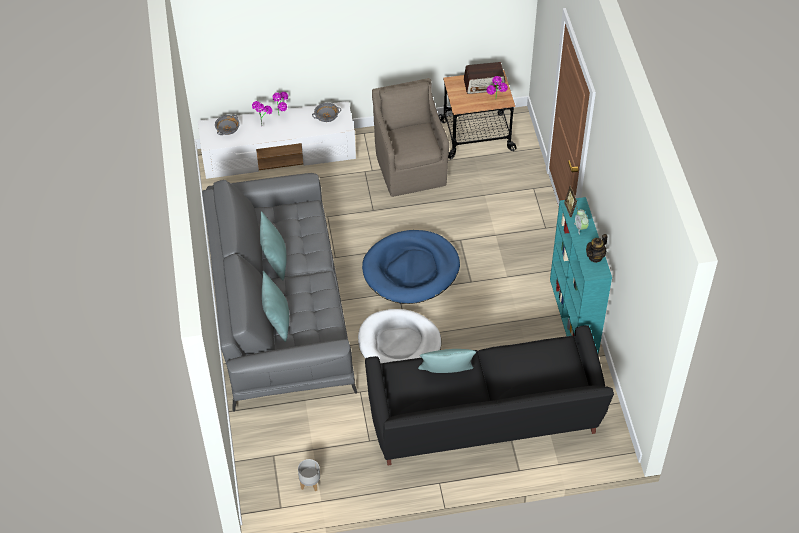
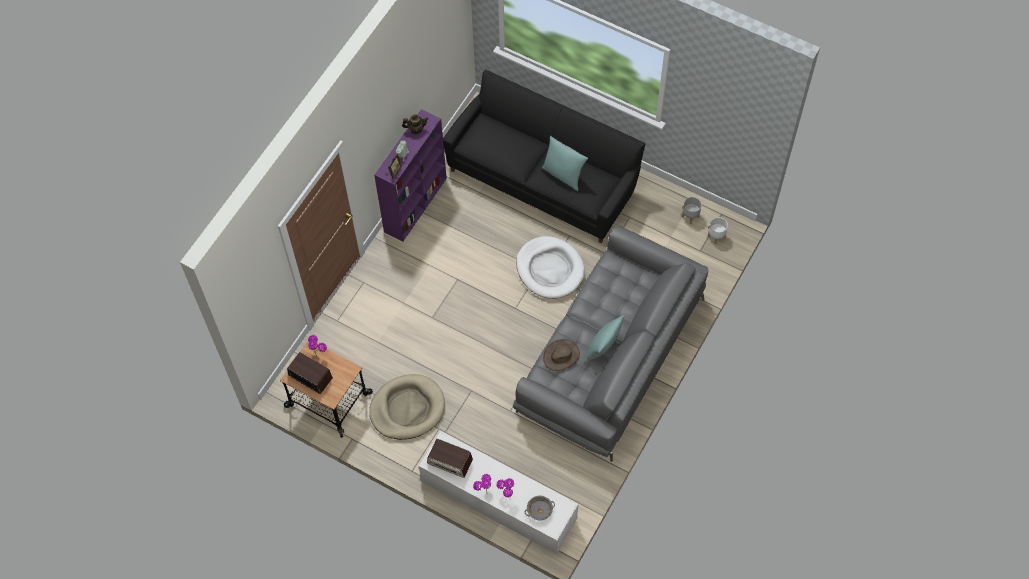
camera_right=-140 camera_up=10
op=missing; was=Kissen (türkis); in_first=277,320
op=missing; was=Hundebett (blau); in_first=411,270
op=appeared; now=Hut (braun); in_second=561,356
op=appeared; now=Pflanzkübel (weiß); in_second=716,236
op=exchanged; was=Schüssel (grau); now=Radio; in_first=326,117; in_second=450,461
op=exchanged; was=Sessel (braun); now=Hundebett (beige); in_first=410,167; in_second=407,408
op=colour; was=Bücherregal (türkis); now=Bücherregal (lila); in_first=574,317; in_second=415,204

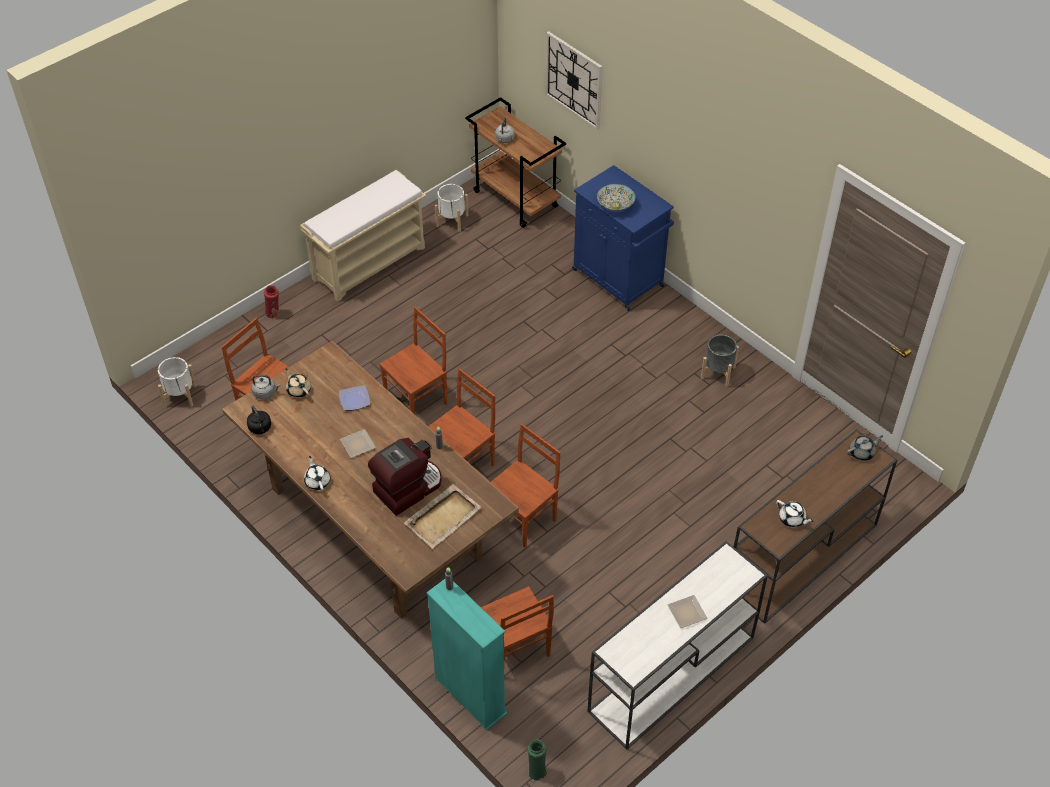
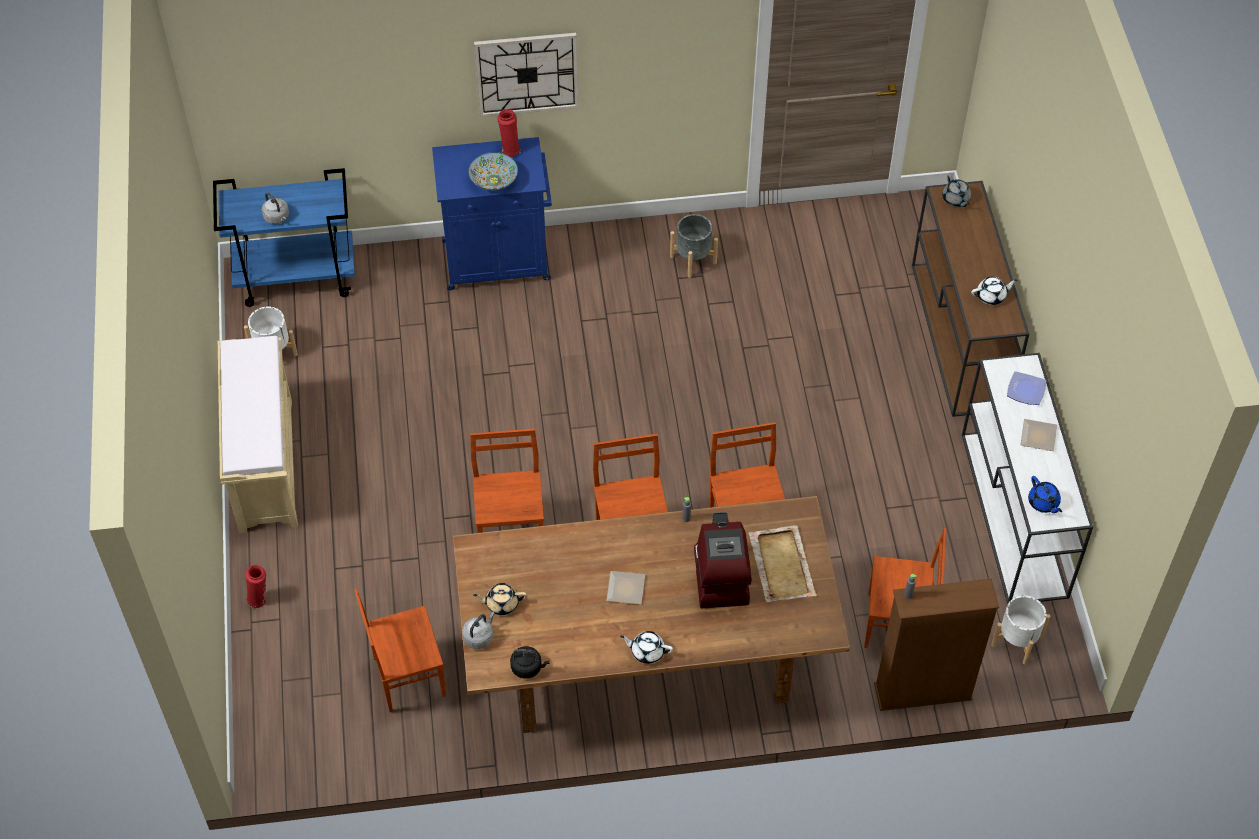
camera_right=-55 camera_up=5
op=missing; was=Vase (grün); in_first=536,770
op=appeared; now=Vase (rot); in_second=509,150
op=appeared; now=Teekanne (blau); in_second=1043,503
op=relocated; was=Pflanzkübel (weiß); in_first=180,395; in_second=1017,641
op=relocated; was=Teller; in_first=355,400; in_second=1026,390
op=relocated; was=Wanduhr; in_first=574,80; in_second=527,73
op=colour; was=Bücherregal (türkis); now=Bücherregal (braun); in_first=470,695; in_second=923,692
op=colour; was=Rollwagen (braun); now=Rollwagen (blau); in_first=516,199; in_second=297,277
op=spun; was=Teekanne (grau); in_first=862,453; in_second=956,199; clockwise=150

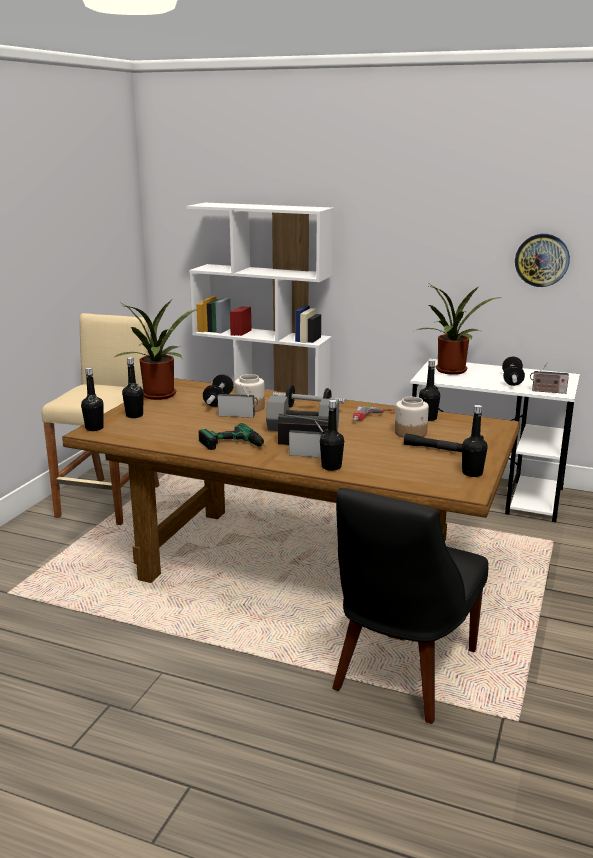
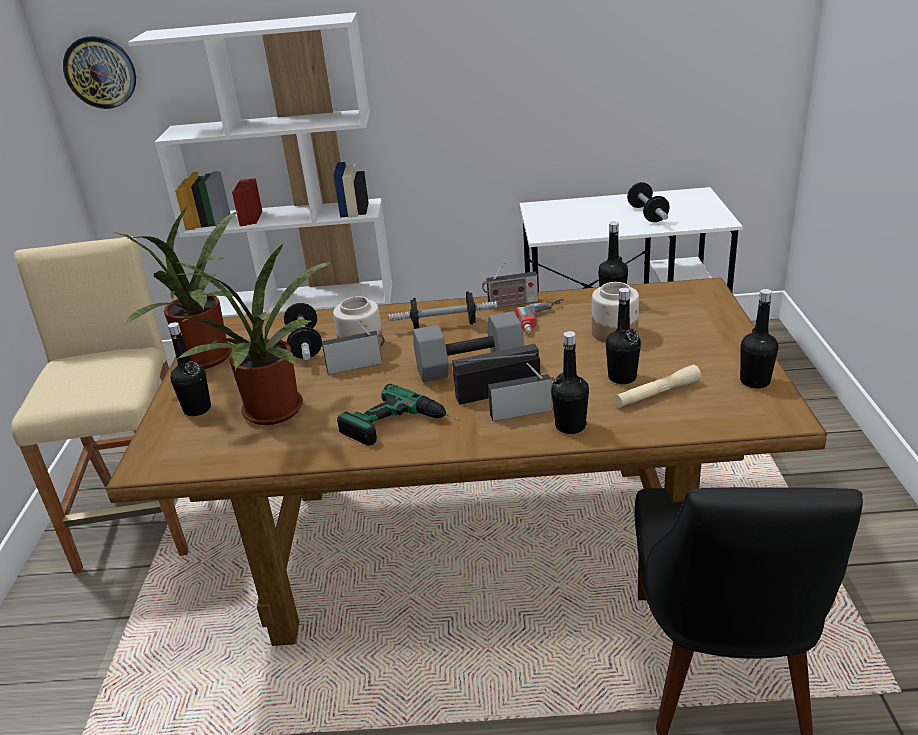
camera_right=-20 camera_up=10
op=missing; was=Taschenlampe (schwarz); in_first=435,449
op=appeared; now=Taschenlampe (beige); in_second=657,394
op=relocated; was=Flasche (schwarz); in_first=94,428; in_second=622,377
op=relocated; was=Topfpflanze; in_first=451,371; in_second=274,414
op=relocated; was=Wanduhr; in_first=542,260; in_second=100,72
op=relocated; was=Radio; in_first=547,391; in_second=510,304

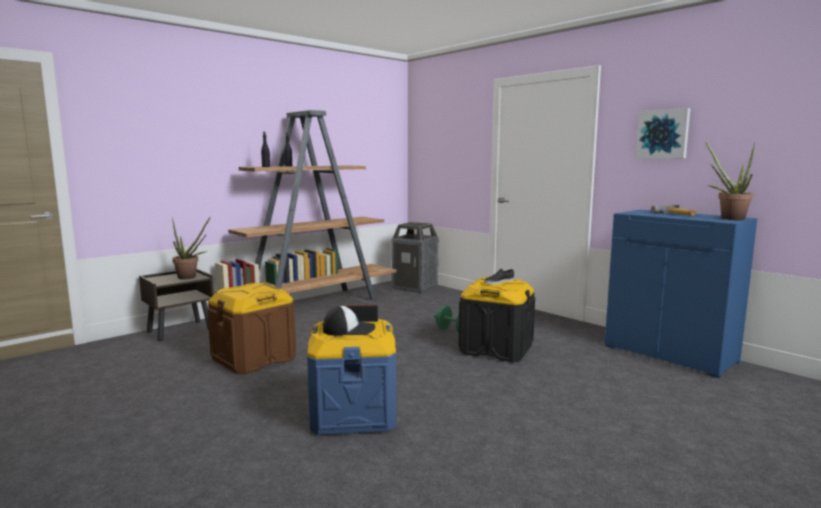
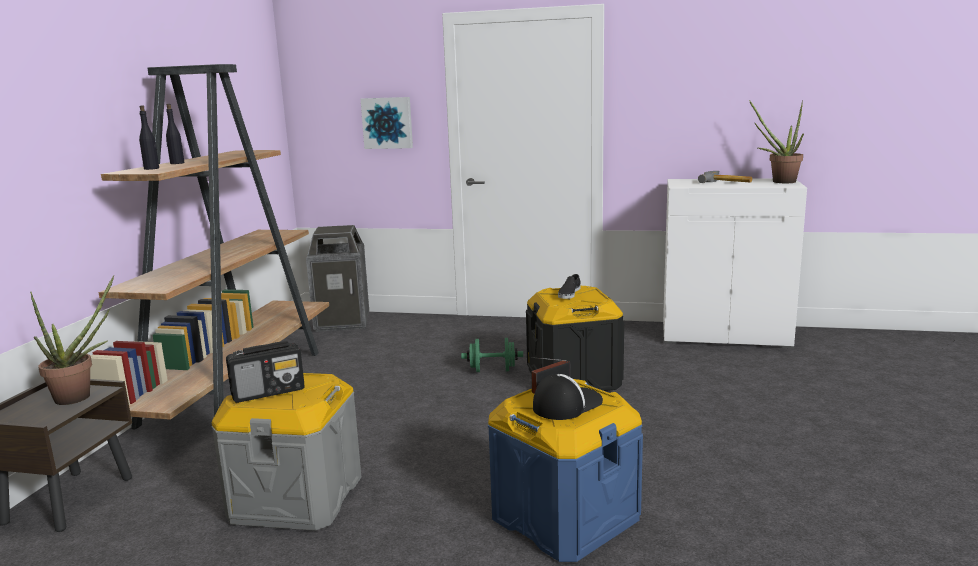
camera_right=-35 camera_up=5
op=appeared; now=Radio; in_second=269,392
op=relocated; was=Bild; in_first=663,134; in_second=387,123
op=colour; was=Aufbewahrungsbox (braun); now=Aufbewahrungsbox (grau); in_first=254,359; in_second=296,498
op=colour; was=Schrank (blau); now=Schrank (weiß); in_first=670,354; in_second=725,335

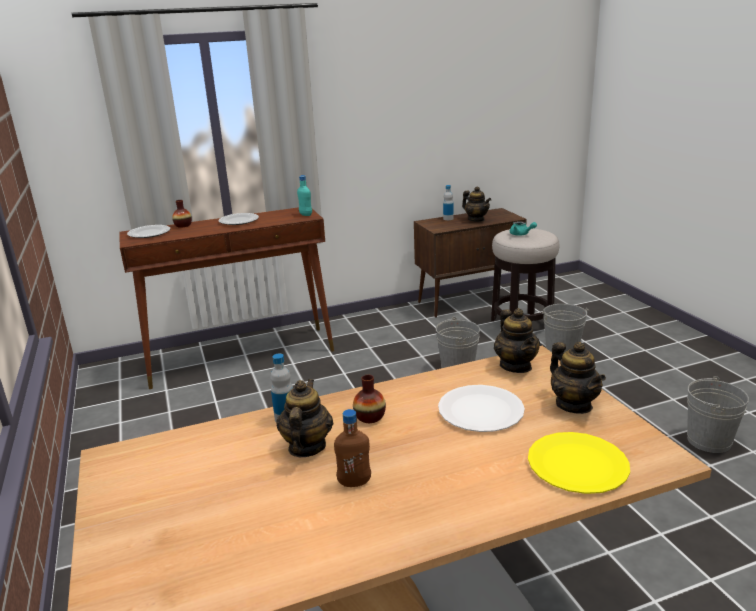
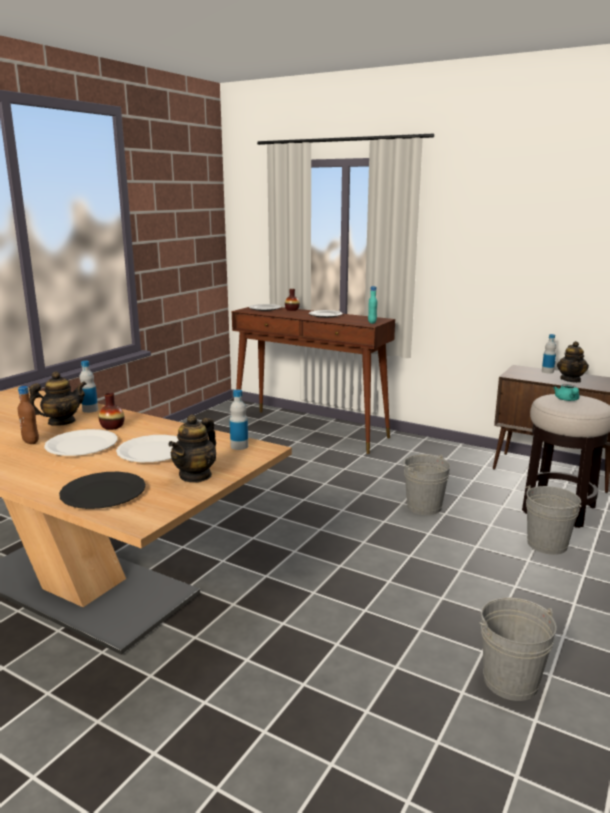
camera_right=50 camera_up=-5
op=appeared; now=Teller (weiß); in_second=82,445
op=exchanged; was=Teekanne; now=Flasche; in_first=516,366; in_second=239,446
op=colour; was=Teller (gelb); now=Teller (schwarz); in_first=578,464; in_second=103,493

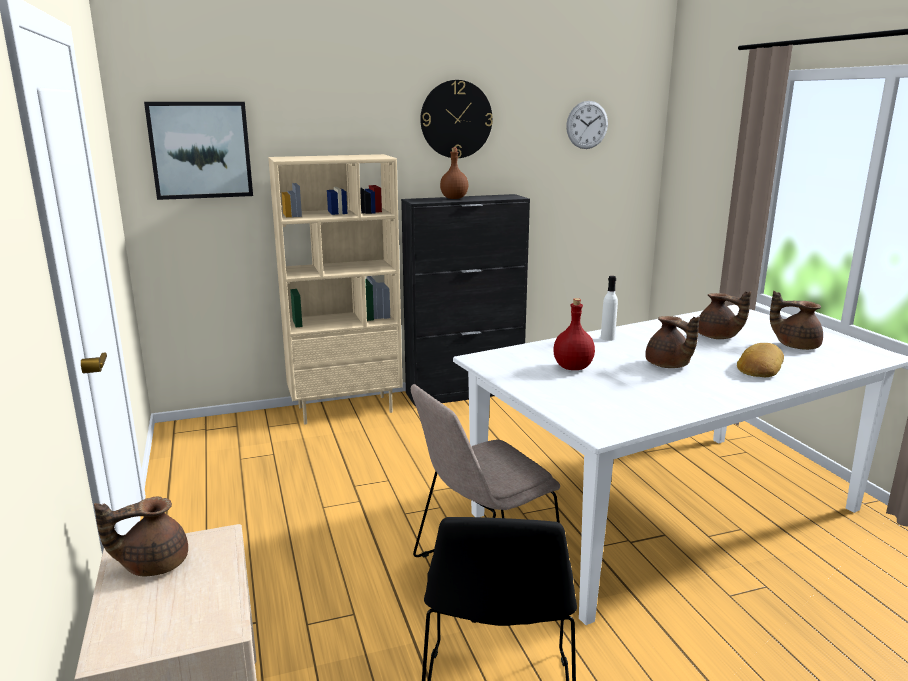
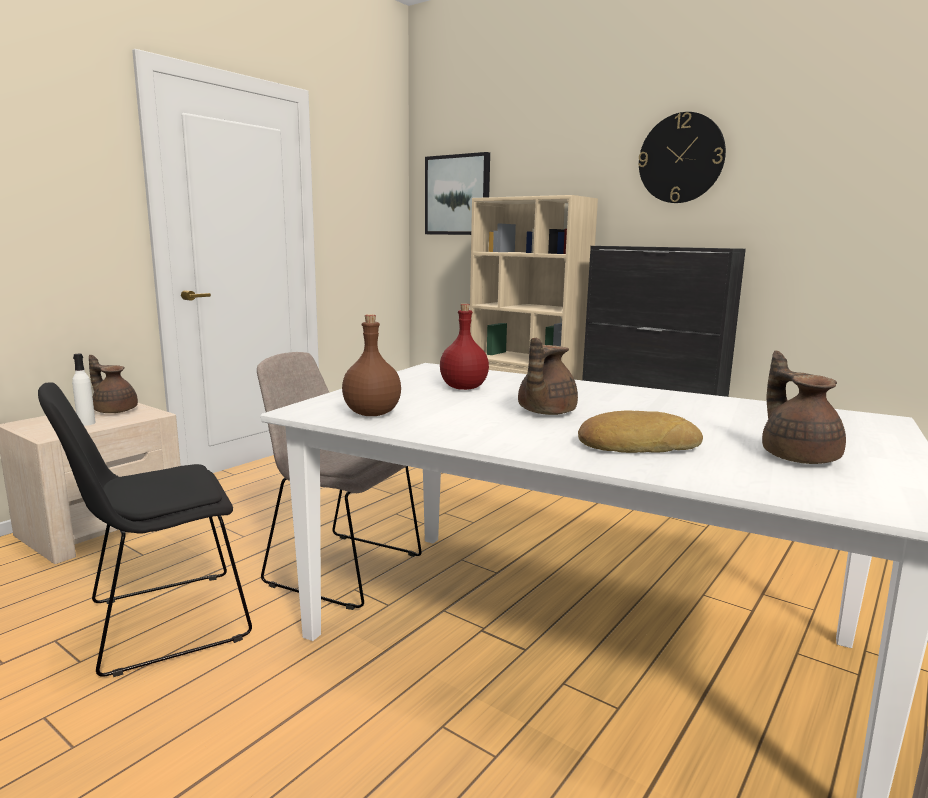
camera_right=55 camera_up=-5
op=missing; was=Wanduhr; in_first=587,125
op=missing; was=Teekanne (braun); in_first=717,337
op=relocated; was=Flasche (braun); in_first=454,198; in_second=371,414
op=relocated; was=Flasche (weiß); in_first=607,338; in_second=86,423

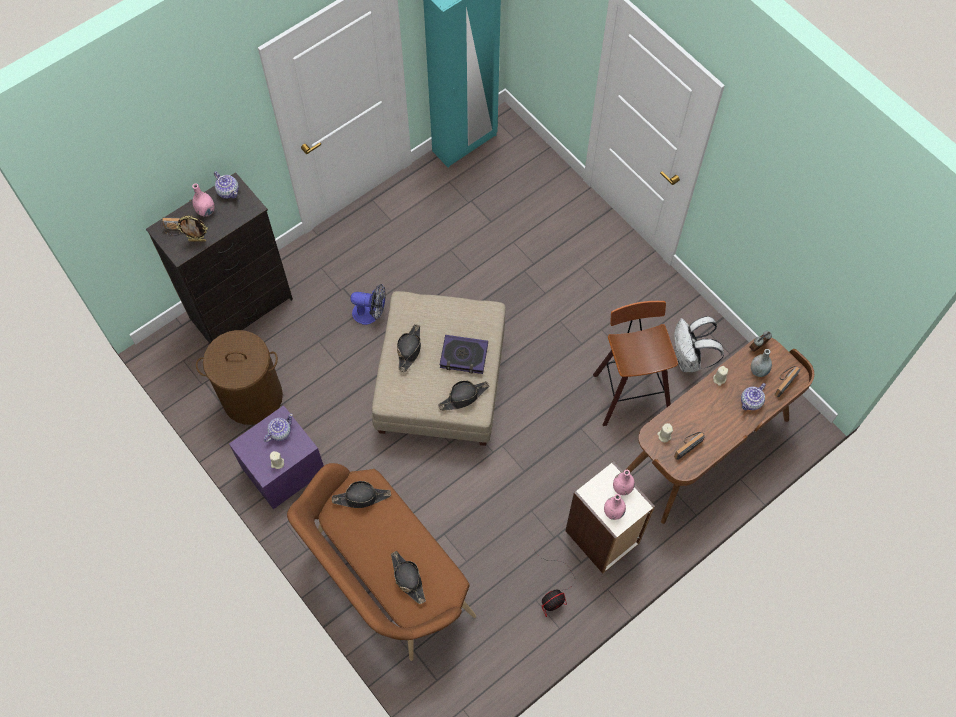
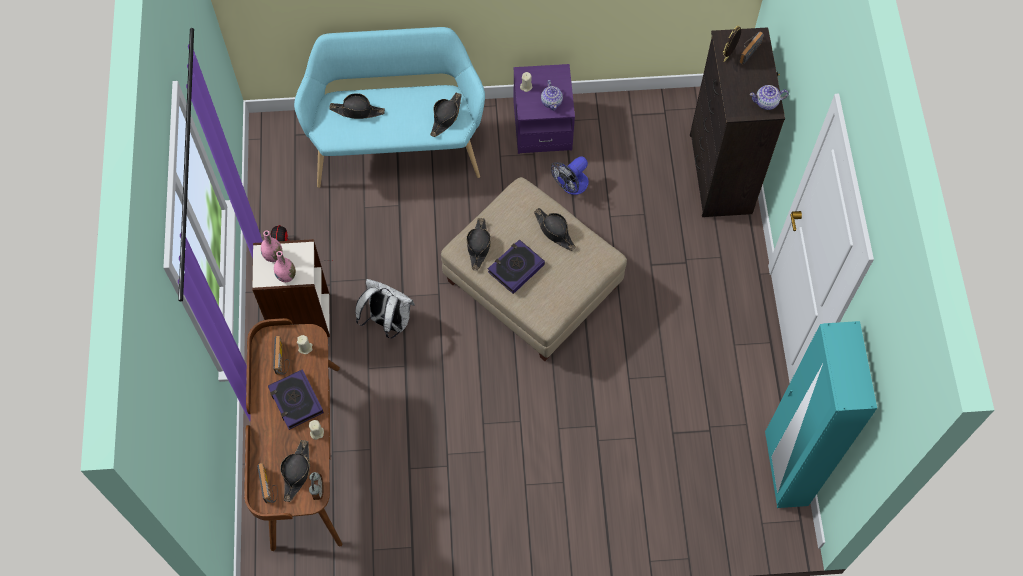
camera_right=125 camera_up=0
op=missing; was=Vase (rosa); in_first=206,211
op=missing; was=Wäschekorb (braun); in_first=252,397
op=missing; was=Hocker; in_first=628,391
op=missing; was=Teekanne; in_first=750,402
op=appeared; now=Buch; in_second=296,401
op=relocated; was=Ventilator; in_first=370,314; in_second=571,186
op=relocated; was=Rucksack (weiß); in_first=689,359; in_second=388,321
op=exchanged; was=Vase (grau); now=Hut (schwarz); in_first=758,371; in_second=296,472
op=colour; was=Bank (braun); now=Bank (türkis); in_first=385,578; in_second=397,145

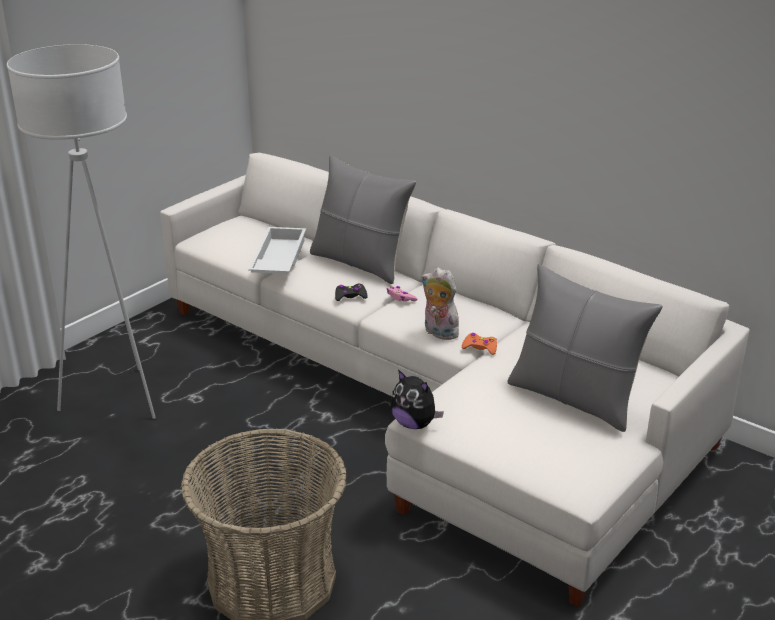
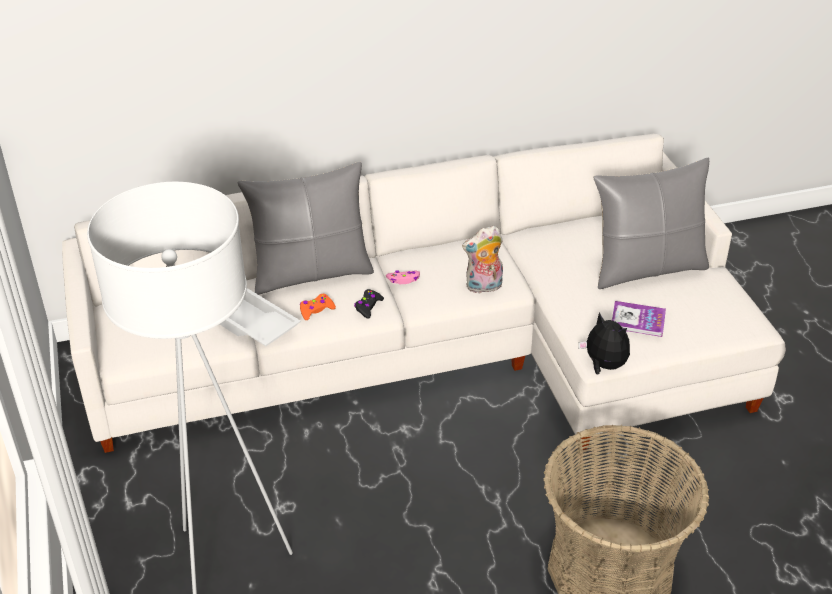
camera_right=-55 camera_up=10
op=appeared; now=Buch; in_second=637,320
op=relocated; was=Gamepad (orange); in_first=480,347; in_second=316,310
op=spun; was=Plüschtier; in_first=414,424; in_second=603,365; clockwise=-120

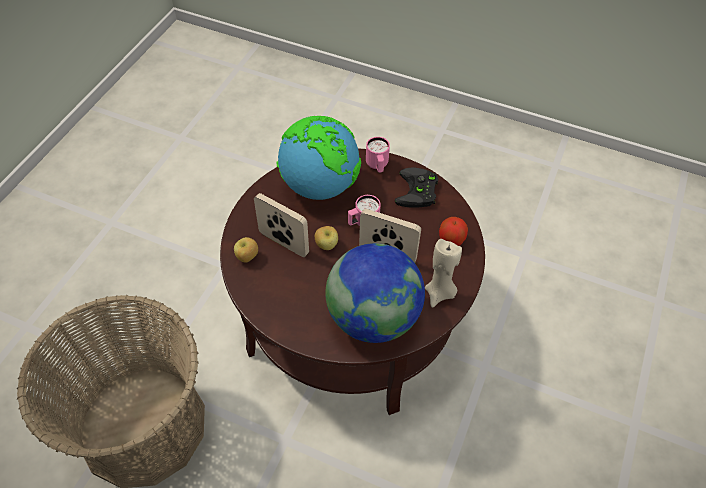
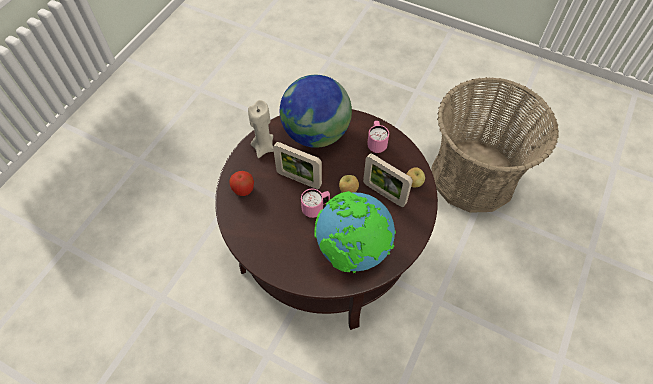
camera_right=-175 camera_up=5
op=missing; was=Gamepad (schwarz); in_first=418,192
op=relocated; was=Henkelbecher (rosa); in_first=377,166; in_second=376,144

